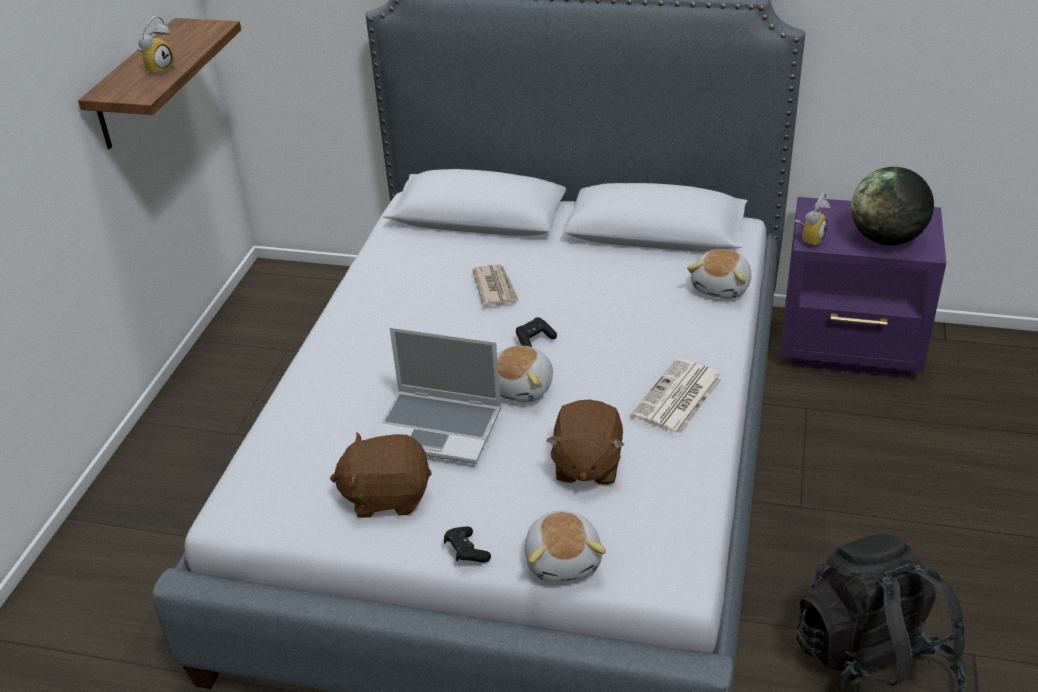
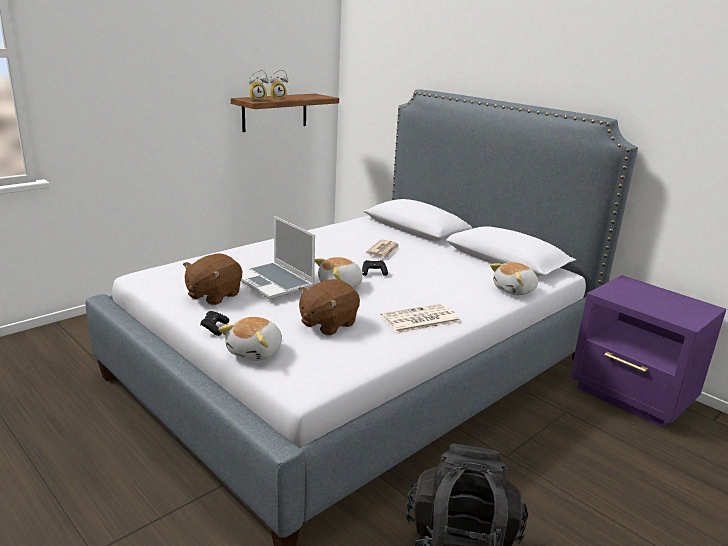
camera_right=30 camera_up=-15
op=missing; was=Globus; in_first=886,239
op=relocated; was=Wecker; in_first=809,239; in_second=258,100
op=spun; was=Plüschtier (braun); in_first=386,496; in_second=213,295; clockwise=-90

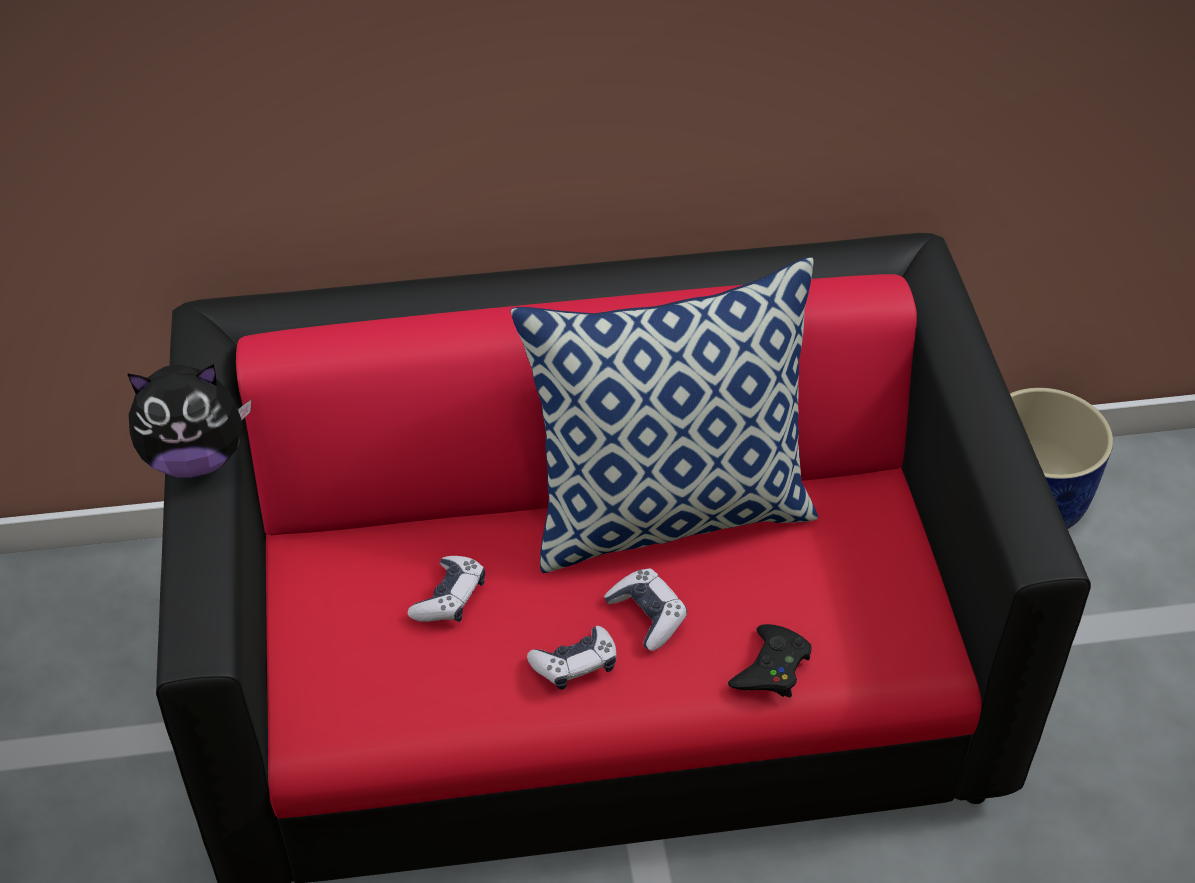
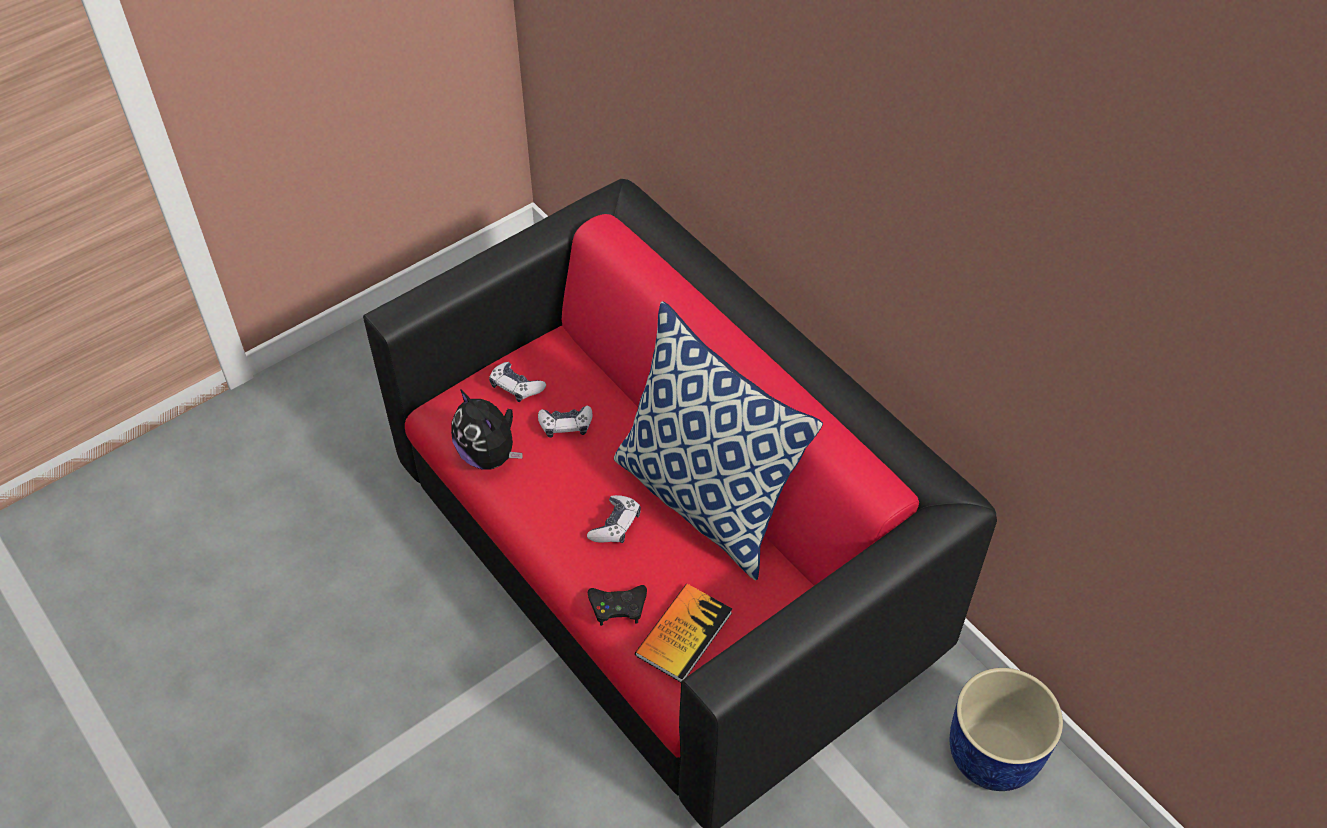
camera_right=60 camera_up=5
op=appeared; now=Buch; in_second=683,634
op=relocated; was=Plüschtier; in_first=196,458; in_second=489,455
op=relocated; was=Gamepad; in_first=575,665; in_second=516,387

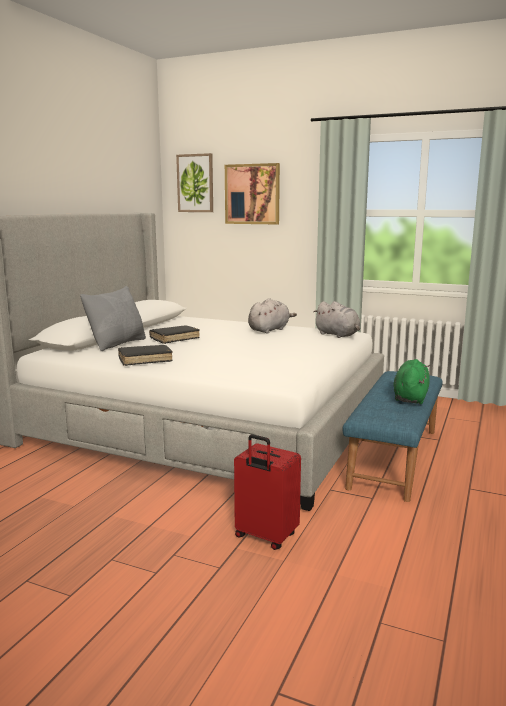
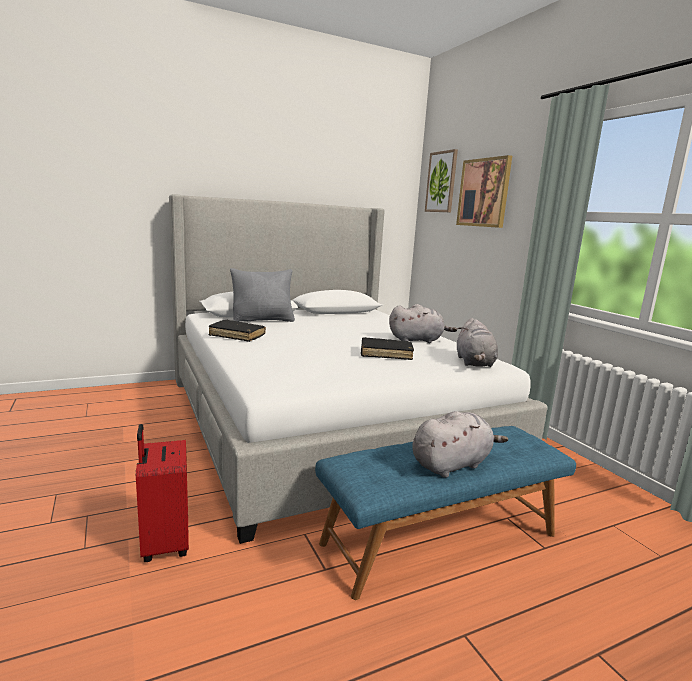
camera_right=40 camera_up=0
op=relocated; was=Buch (schwarz); in_first=174,339; in_second=386,354
op=colour; was=Plüschtier (grün); now=Plüschtier (grau); in_first=410,397; in_second=452,464

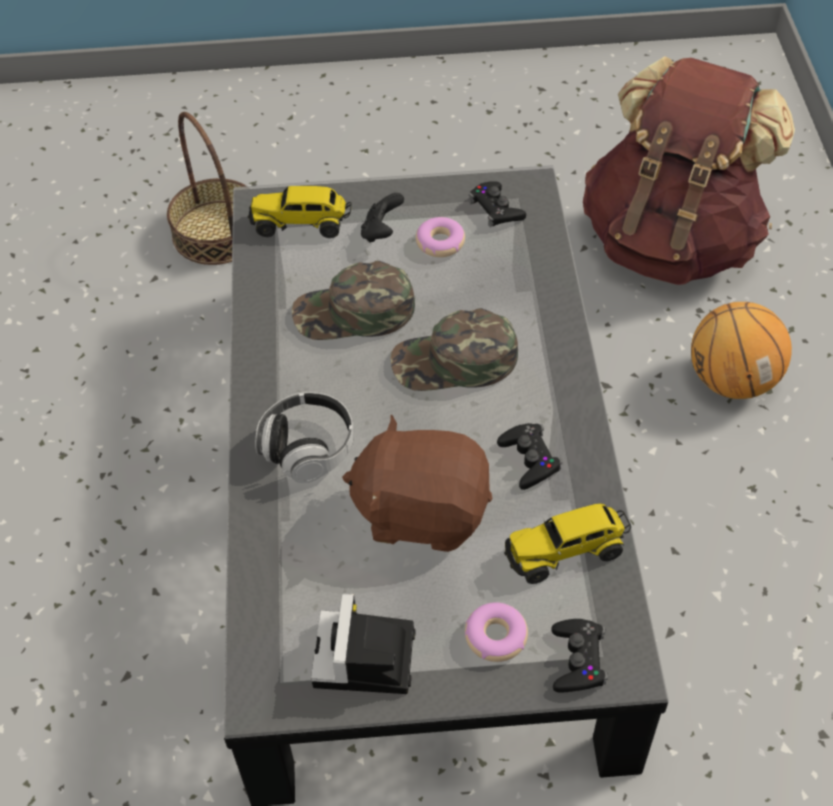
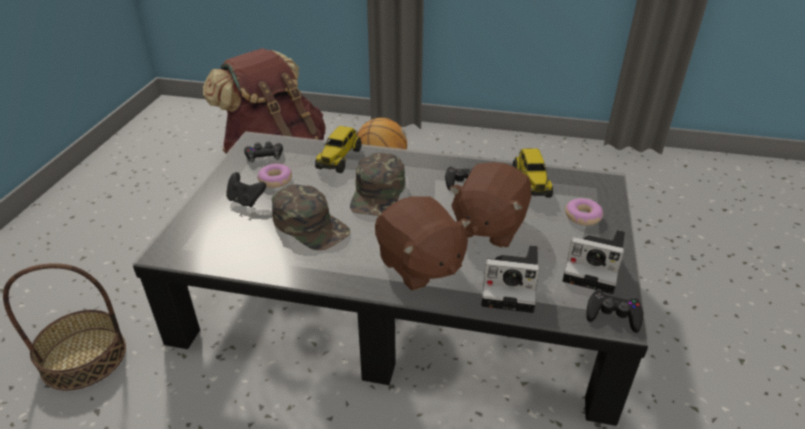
camera_right=-75 camera_up=-15
op=appeared; now=Kamera; in_second=511,287
op=relocated; was=Spielzeuglaster; in_first=301,224; in_second=339,158
op=relocated; was=Gamepad (schwarz); in_first=578,660; in_second=613,315
op=exchanged; was=Kopfhörer; now=Plüschtier (braun); in_first=308,448; in_second=419,265
op=spun; was=Kappe (grün); in_first=354,313; in_second=311,225; clockwise=-60

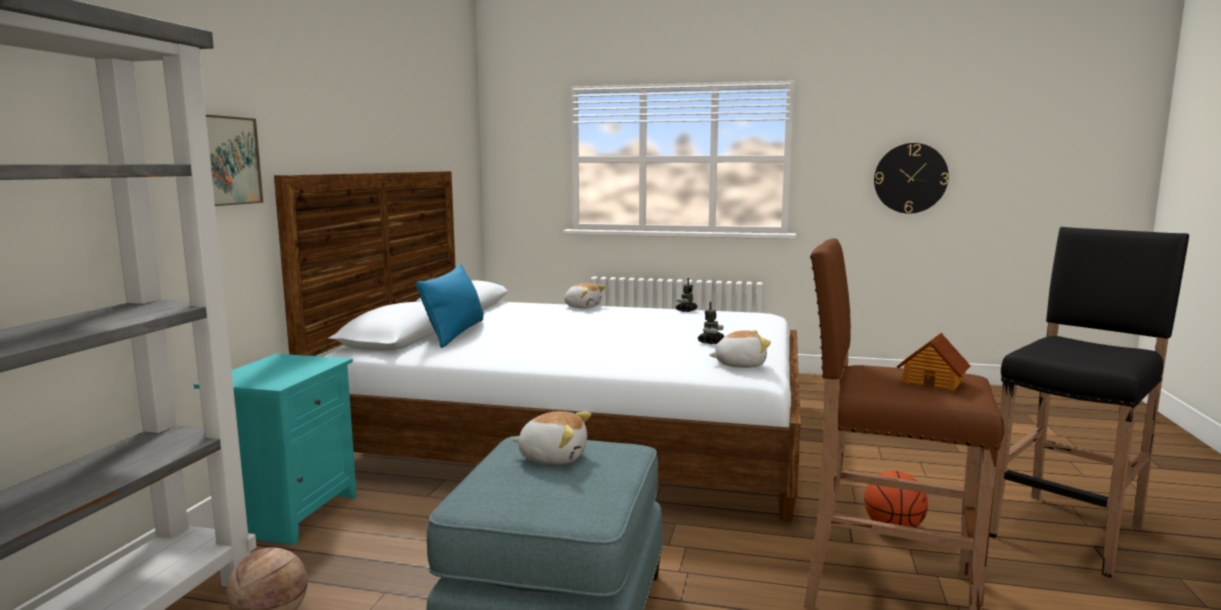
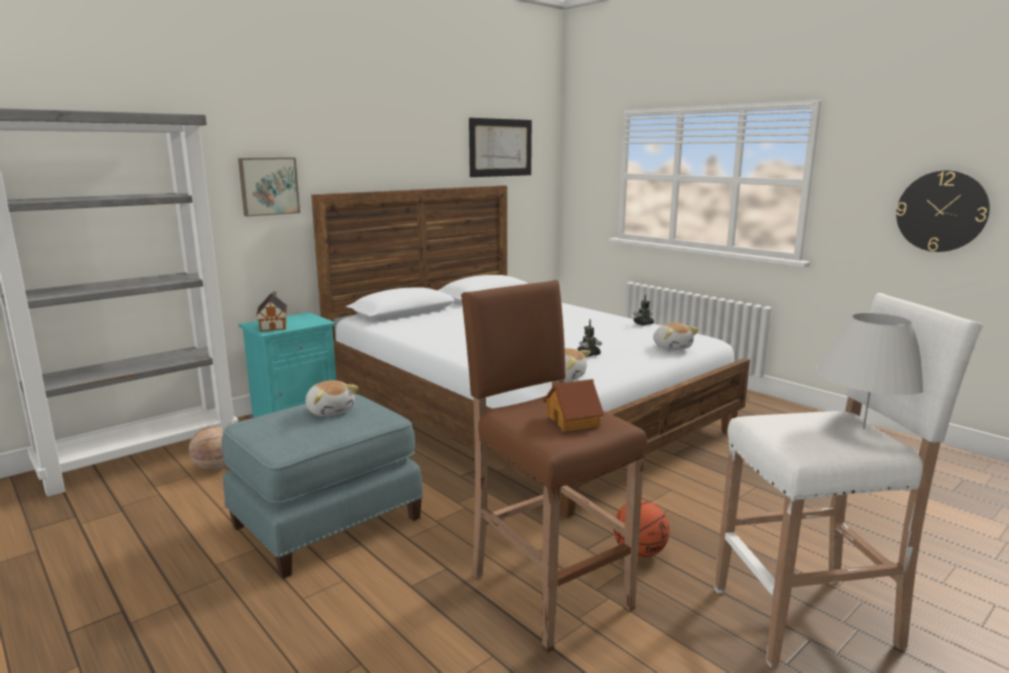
camera_right=35 camera_up=5
op=missing; was=Kissen (blau); in_first=455,333
op=appeared; now=Spielzeughaus; in_second=274,325
op=appeared; now=Bild; in_second=501,147
op=appeared; now=Tischlampe (weiß); in_second=863,428
op=relocated; was=Plüschtier; in_first=582,307; in_second=672,347
op=colour; was=Hocker (schwarz); now=Hocker (weiß); in_first=1068,531; in_second=809,617

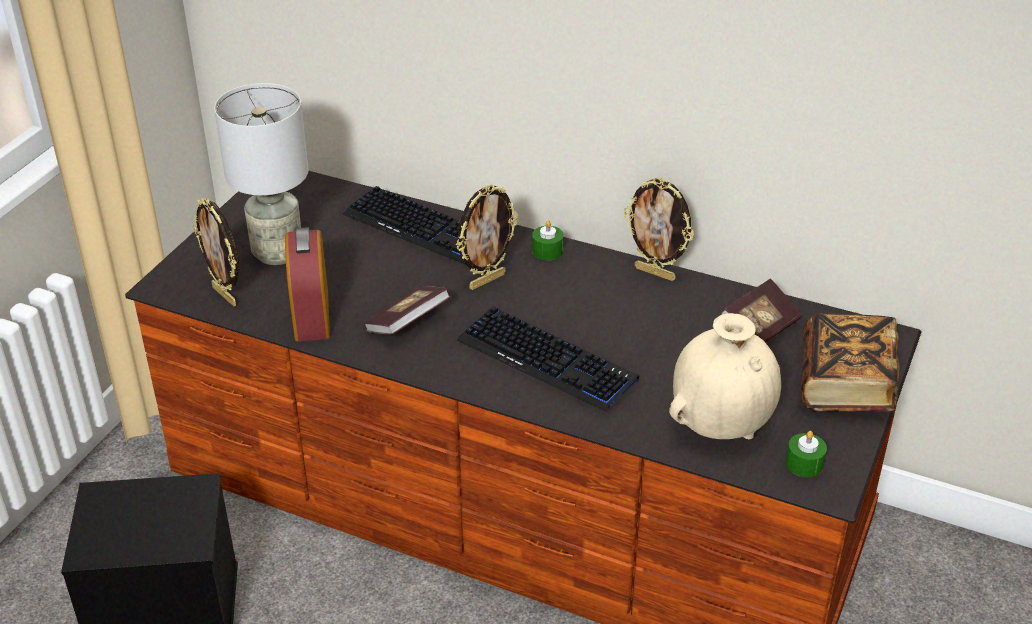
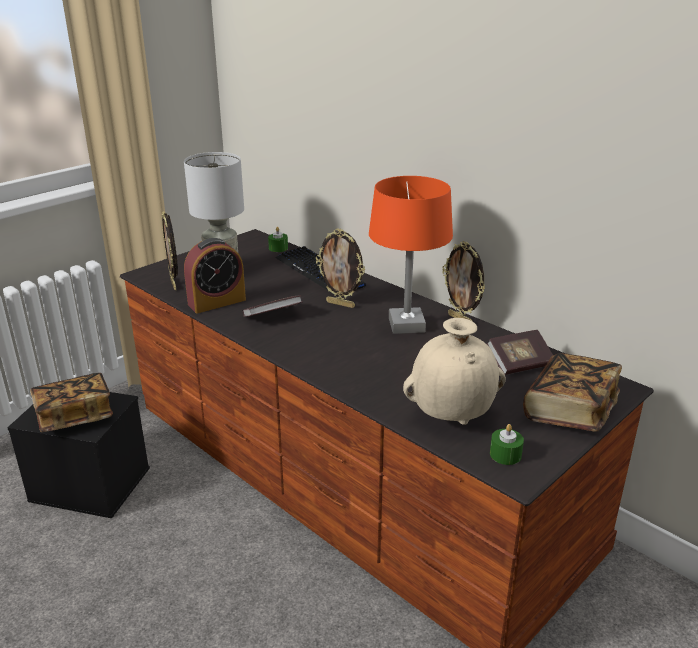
camera_right=20 camera_up=-10
op=missing; was=Tastatur; in_first=547,360
op=appeared; now=Buch; in_second=75,417
op=appeared; now=Tischlampe (orange); in_second=406,325
op=relocated; was=Kerze (grün); in_first=547,251; in_second=278,248
op=spun; was=Wecker; in_first=311,315; in_second=217,302; clockwise=-135
op=spun; was=Bilderrahmen; in_first=486,280; in_second=341,304; clockwise=45

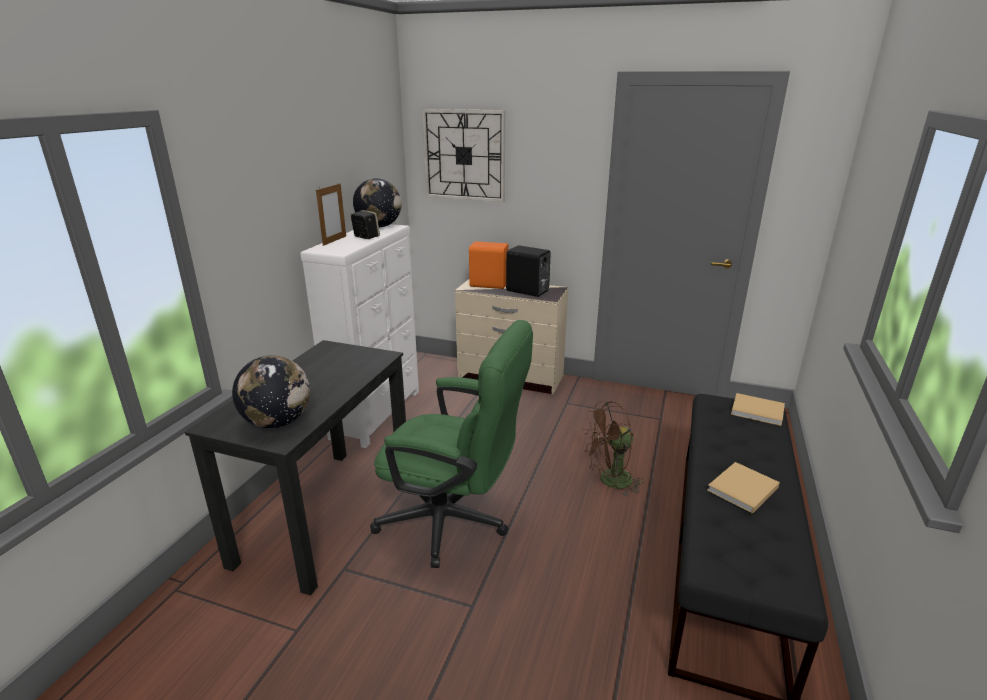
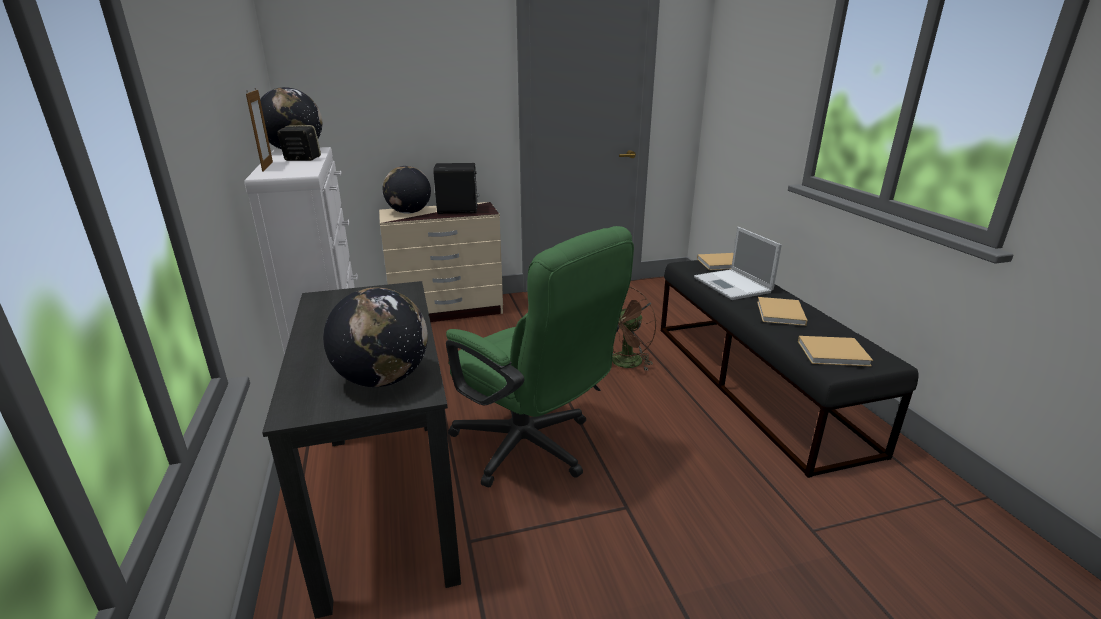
camera_right=-35 camera_up=0
op=missing; was=Wanduhr; in_first=464,155
op=appeared; now=Laptop; in_second=733,285
op=appeared; now=Buch (beige); in_second=835,353
op=exchanged; was=Lautsprecher (orange); now=Globus; in_first=488,284; in_second=409,212
op=spun; was=Bürostuhl (grün); in_first=454,522; in_second=533,449; clockwise=60

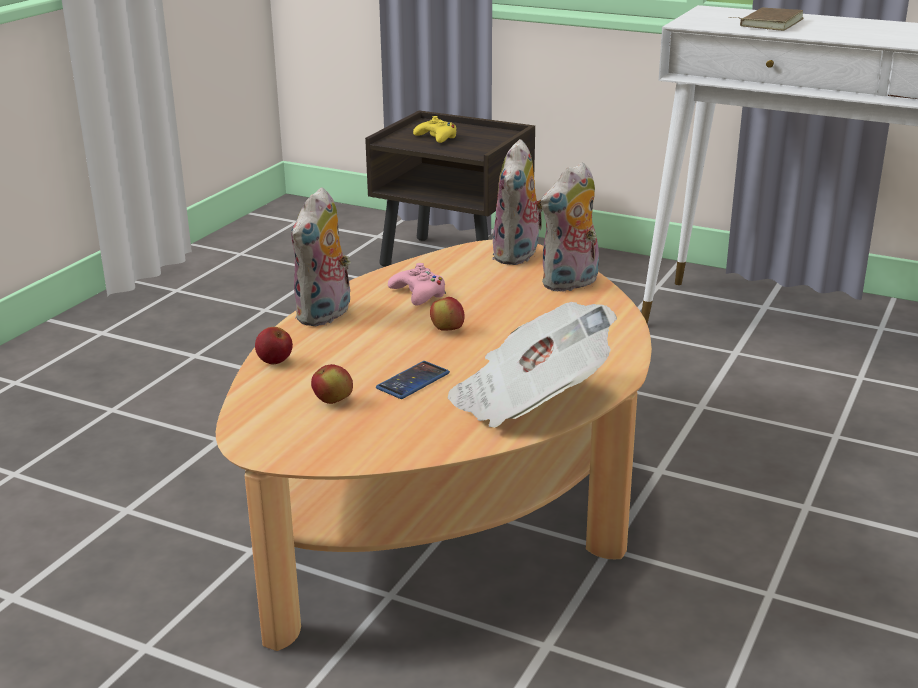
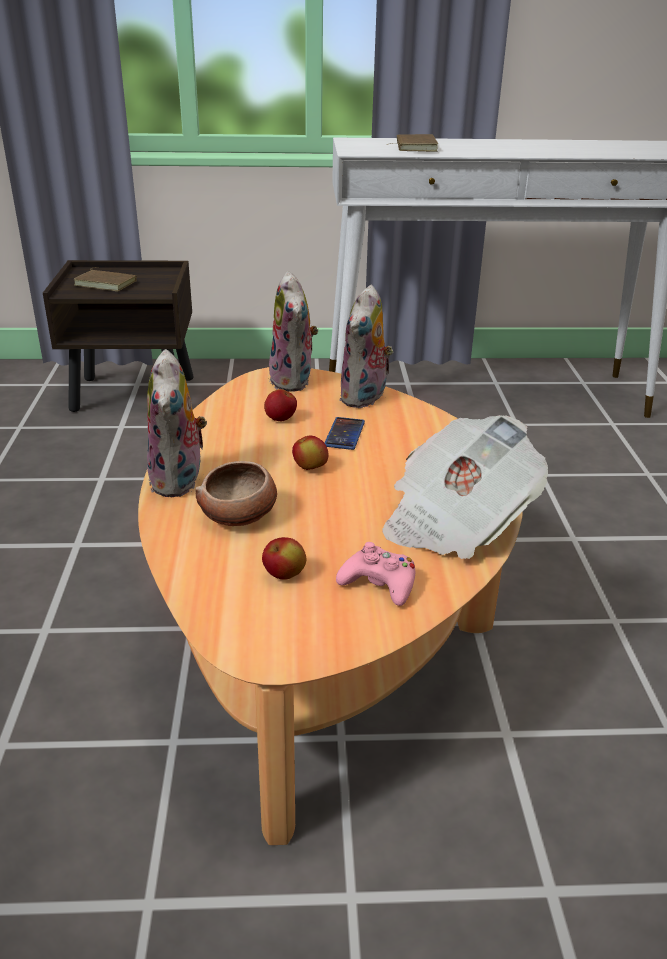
camera_right=-30 camera_up=5
op=appeared; now=Schüssel; in_second=240,516
op=relocated; was=Apfel; in_first=275,362; in_second=280,419
op=relocated; was=Handy; in_first=413,381; in_second=344,434
op=relocated; was=Gamepad (rosa); in_first=418,294; in_second=379,583
op=exchanged; was=Gamepad (gelb); now=Buch (braun); in_first=437,137; in_second=107,283

